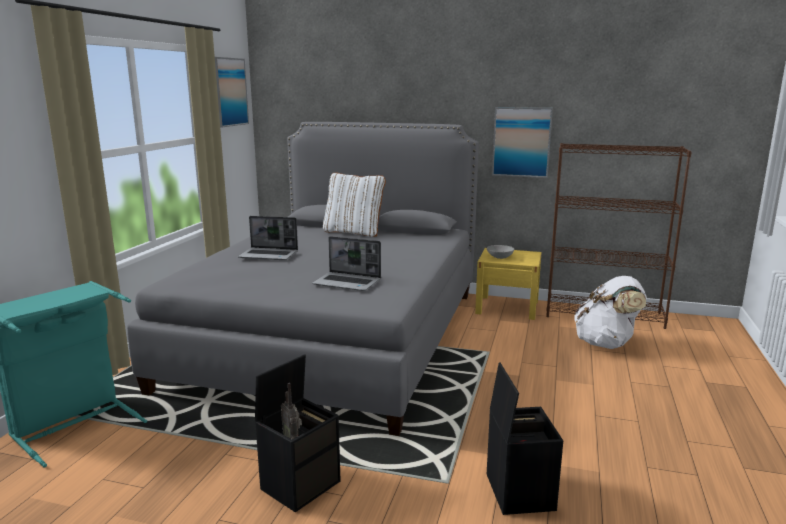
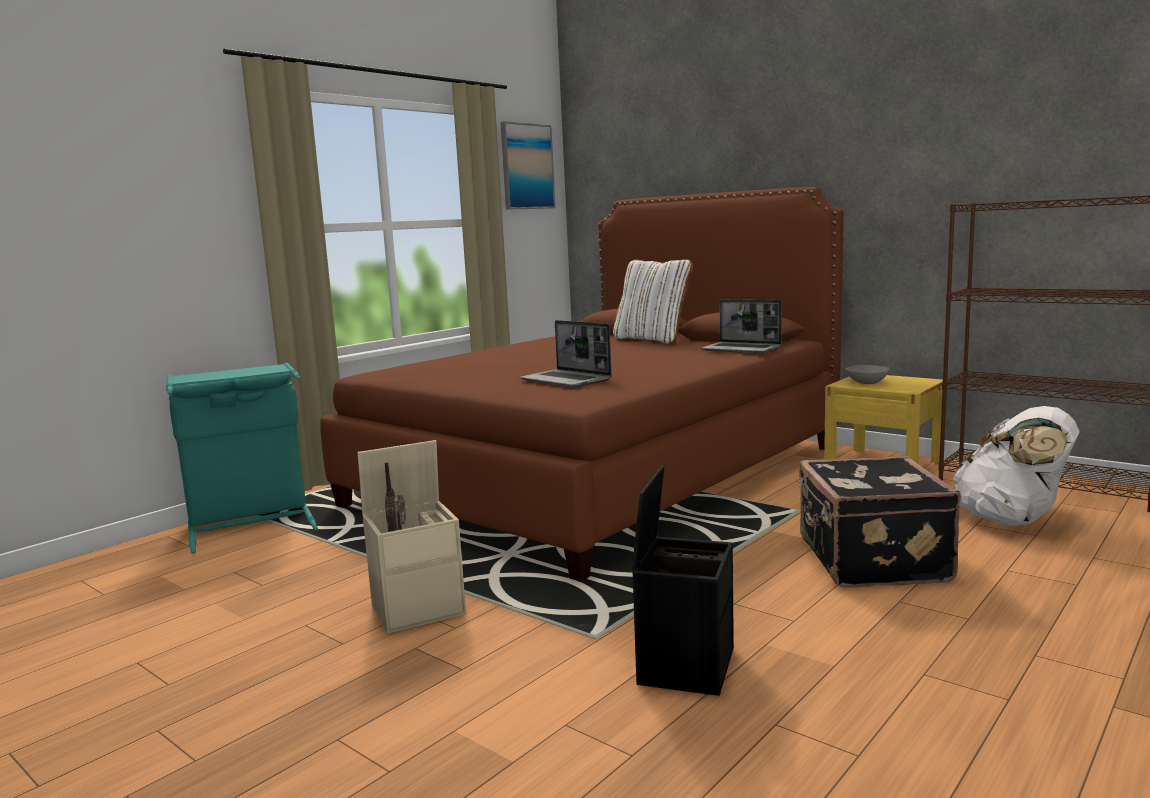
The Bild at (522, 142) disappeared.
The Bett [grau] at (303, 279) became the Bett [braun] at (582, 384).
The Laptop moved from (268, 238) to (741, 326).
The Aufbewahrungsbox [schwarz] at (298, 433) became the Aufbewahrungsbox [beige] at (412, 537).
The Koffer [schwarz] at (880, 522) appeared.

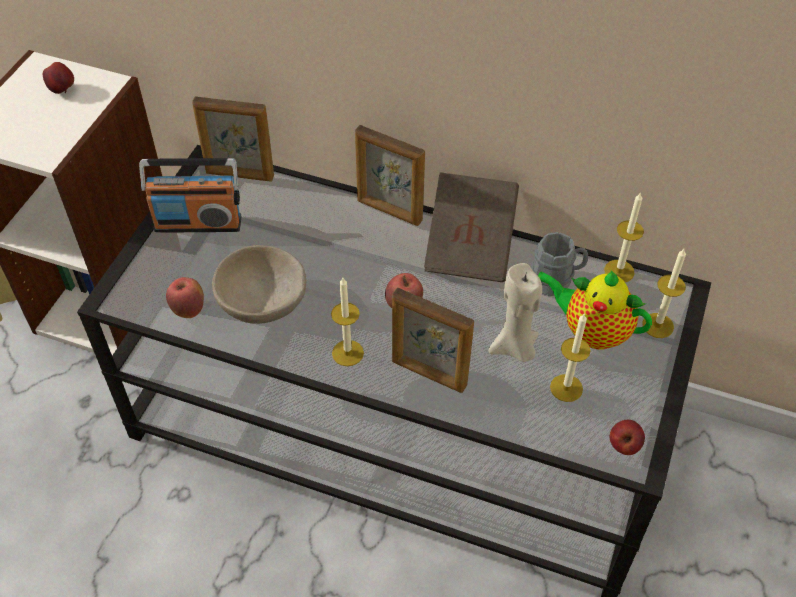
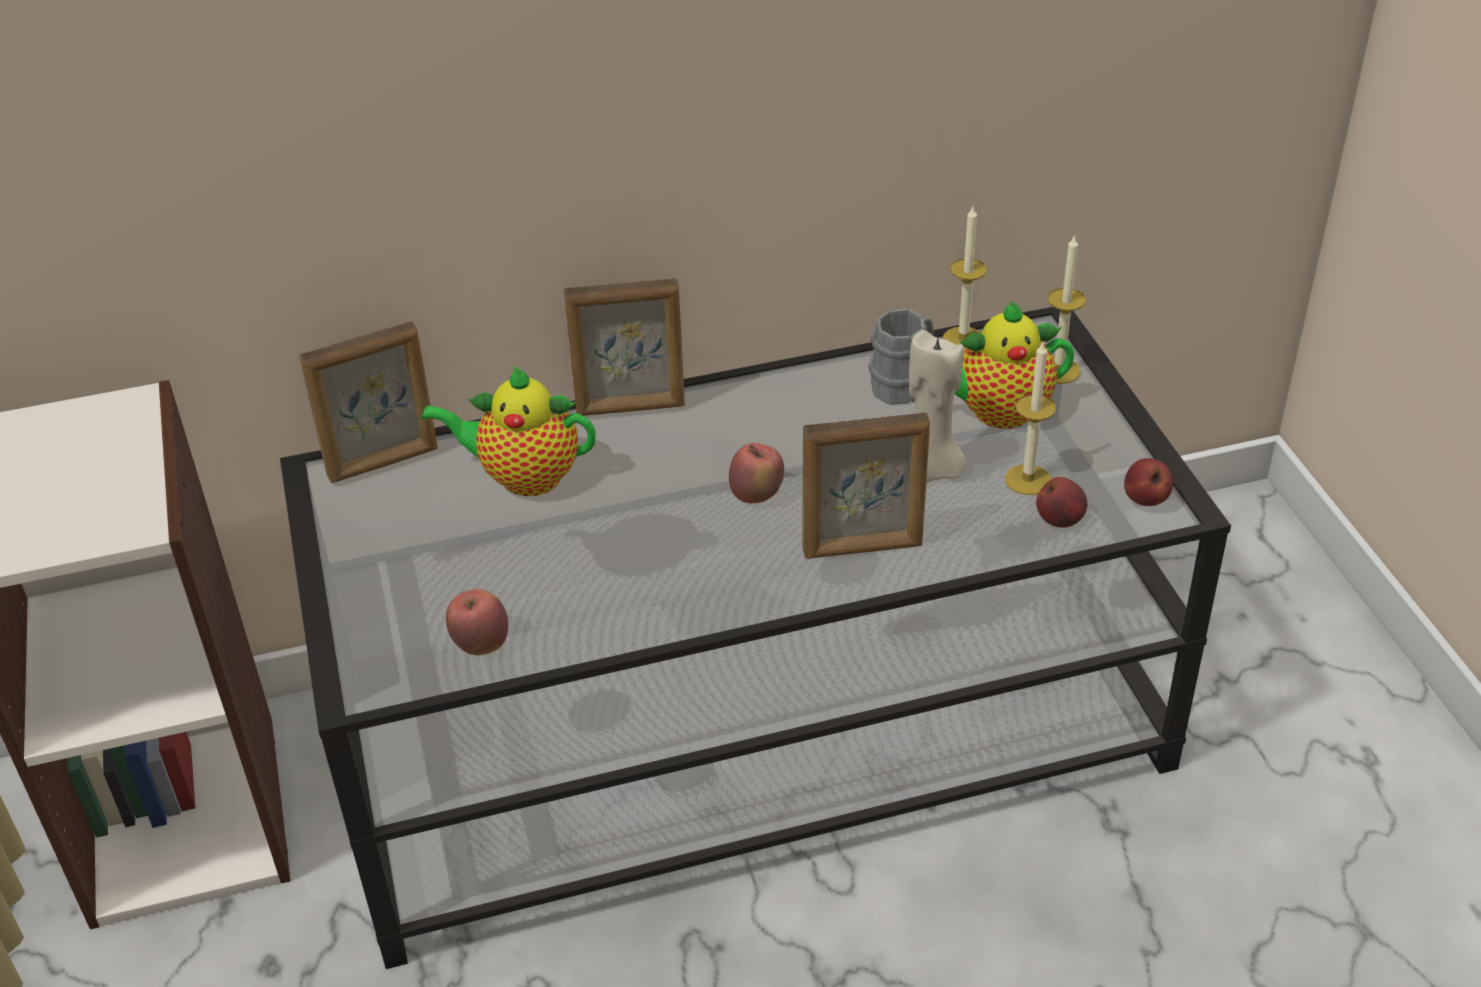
The Apfel moved from (58, 78) to (1061, 502).
The Radio at (190, 195) disappeared.
The Buch [braun] at (471, 227) disappeared.
The Schüssel [beige] at (259, 284) disappeared.
The Kerze at (347, 322) disappeared.
The Teekanne at (508, 431) appeared.

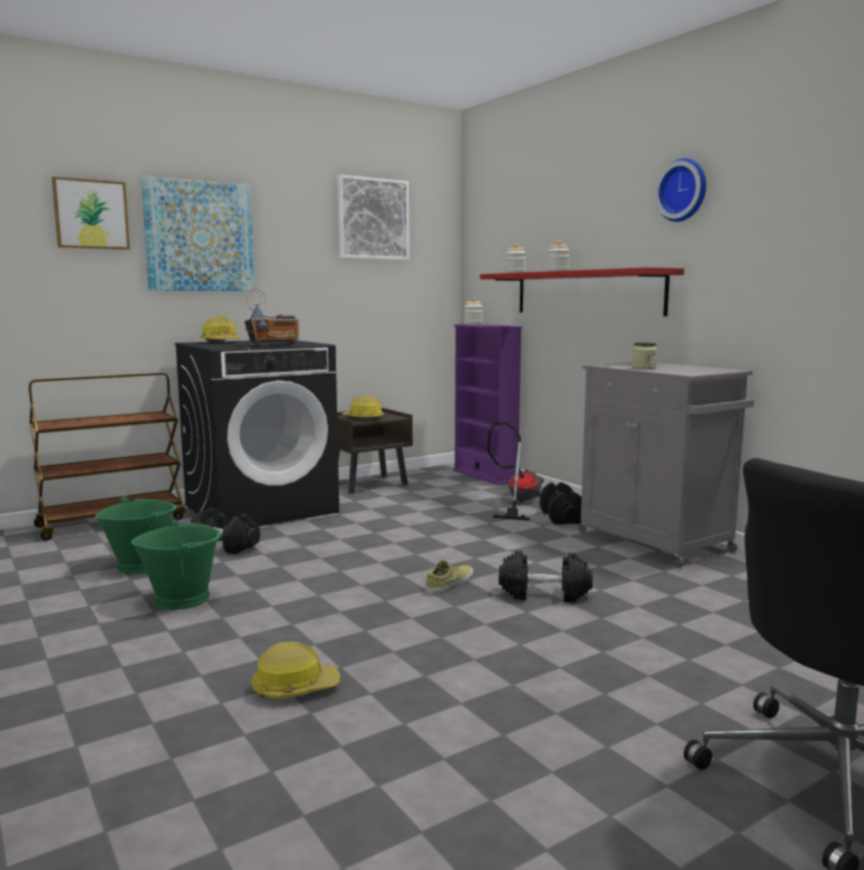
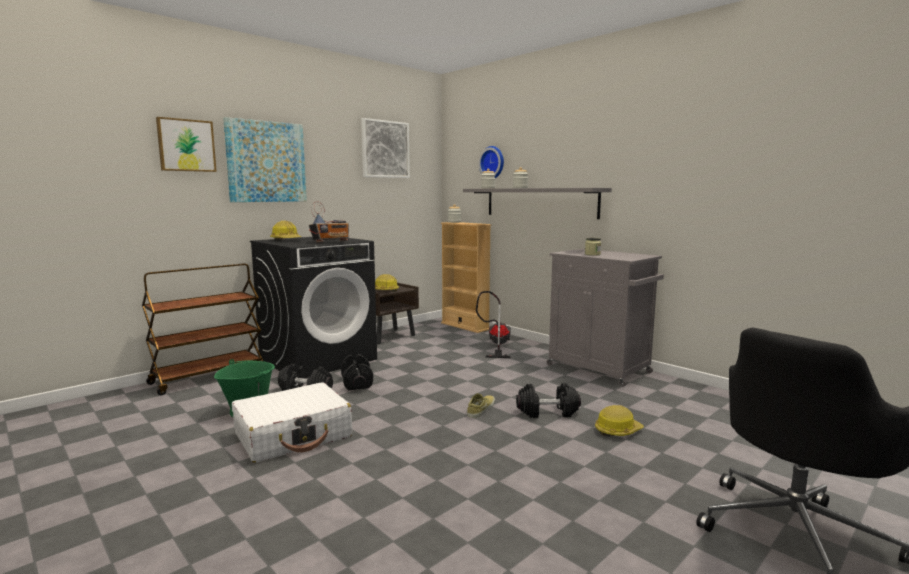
The Wanduhr moved from (680, 190) to (491, 162).
The Wandregal [rot] at (582, 291) became the Wandregal [grau] at (537, 203).
The Bücherregal [lila] at (487, 404) became the Bücherregal [beige] at (466, 277).
The Hantel [schwarz] moved from (561, 503) to (357, 372).
The Eimer [grün] at (176, 564) was replaced by the Koffer [weiß] at (292, 422).
The Schutzhelm moved from (295, 670) to (619, 421).

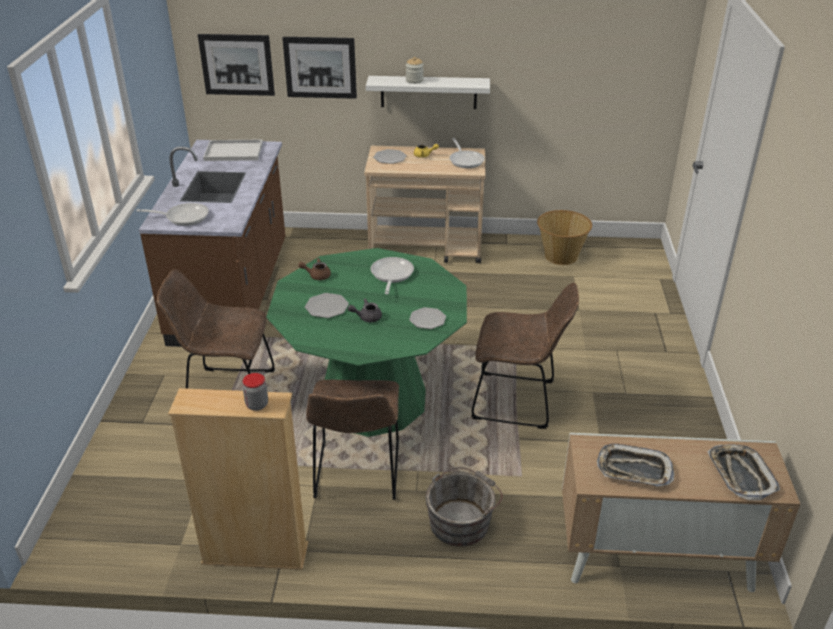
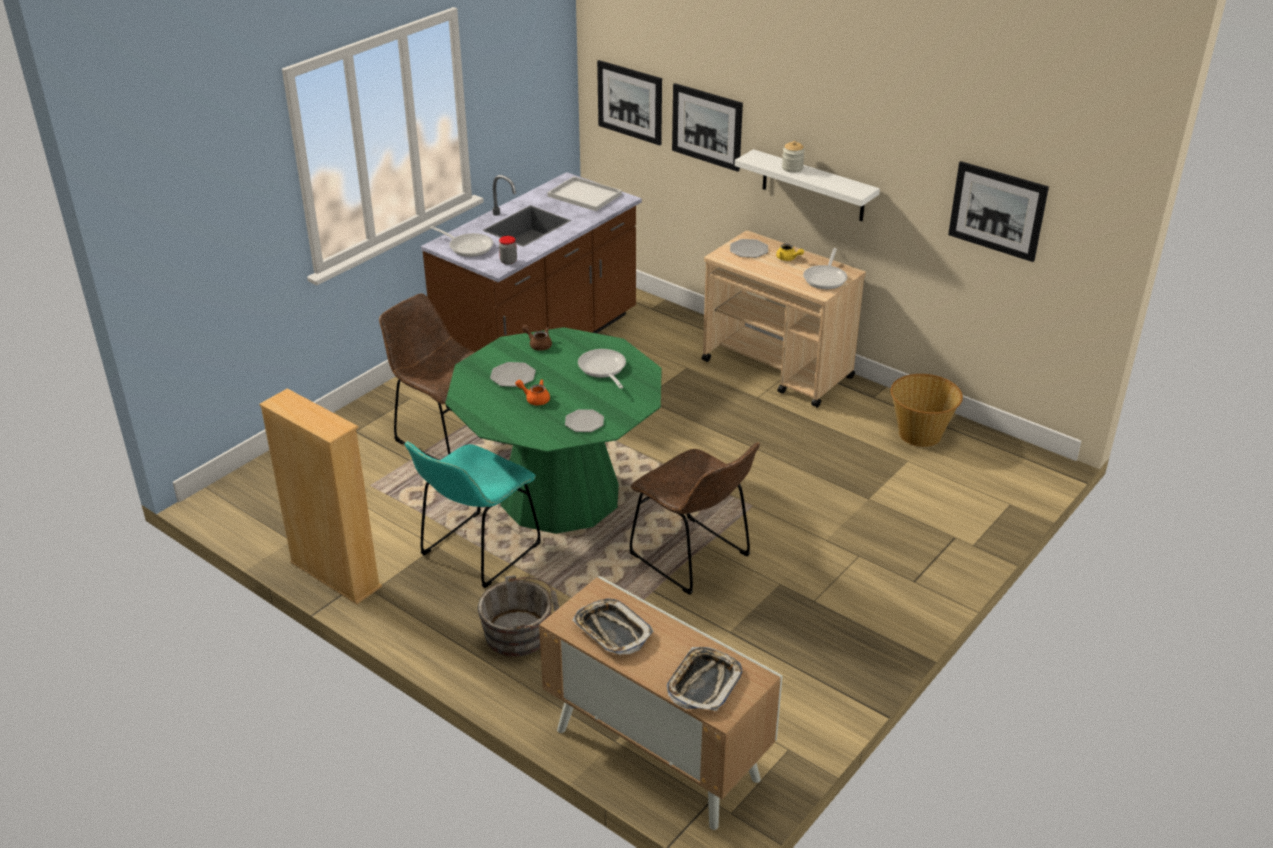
The Pfanne at (392, 275) turned 60 degrees counterclockwise.
The Teekanne [grau] at (365, 310) became the Teekanne [orange] at (532, 392).
The Vorratsglas moved from (255, 392) to (508, 250).
The Stuhl [braun] at (352, 440) became the Stuhl [türkis] at (473, 515).
The Bild at (998, 211) appeared.

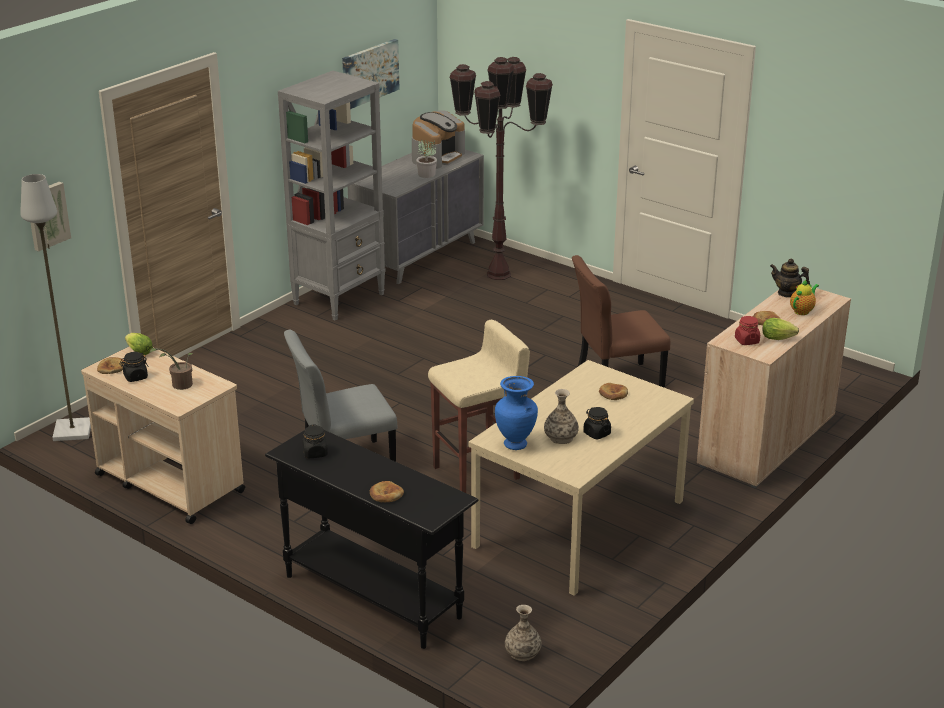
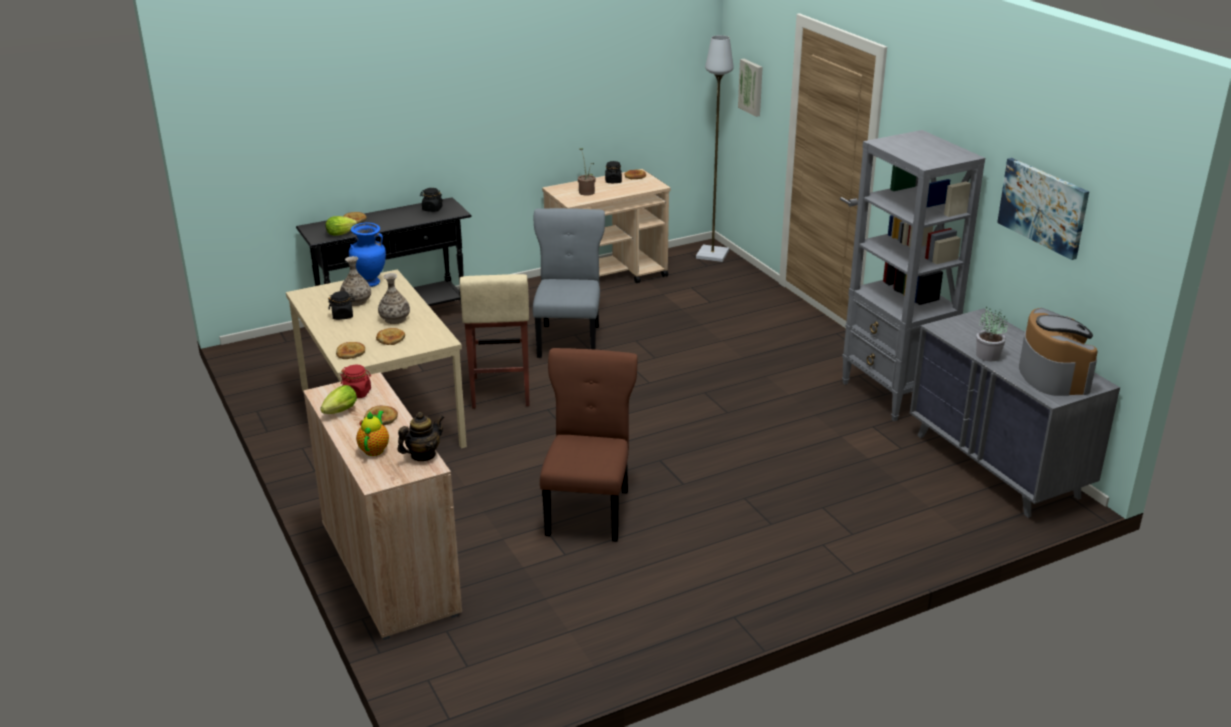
The Stehlampe [braun] at (501, 168) disappeared.
The Kaffeemaschine at (438, 139) turned 150 degrees counterclockwise.
The Teekanne at (804, 297) turned 150 degrees counterclockwise.
The Salatkopf moved from (139, 344) to (341, 226).
The Vase moved from (523, 633) to (394, 298).
The Brot at (350, 350) appeared.

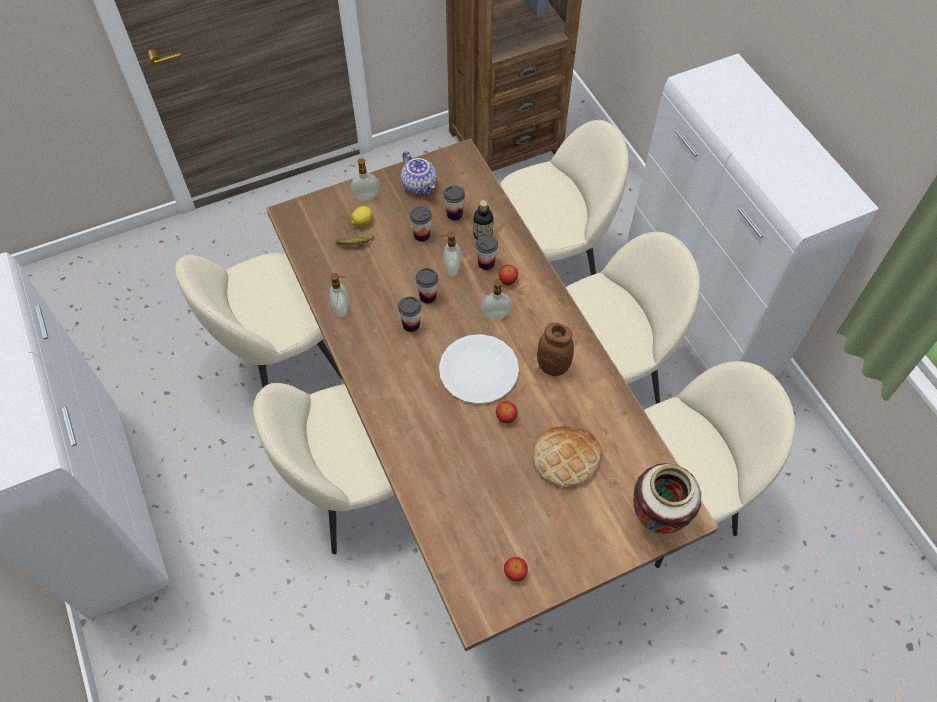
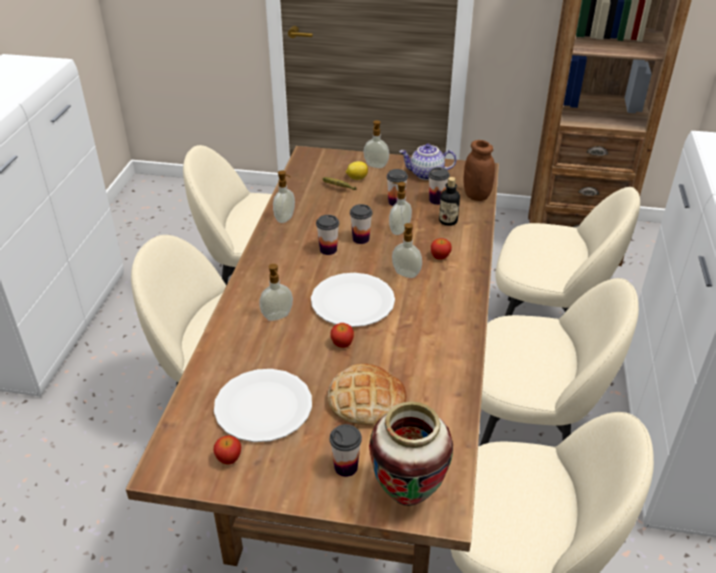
The Teekanne at (419, 173) turned 90 degrees clockwise.
The Tasse moved from (487, 252) to (346, 450).
The Vorratsglas [braun] moved from (555, 349) to (479, 170).
The Seifenspender at (276, 292) appeared.
The Teller [weiß] at (263, 405) appeared.

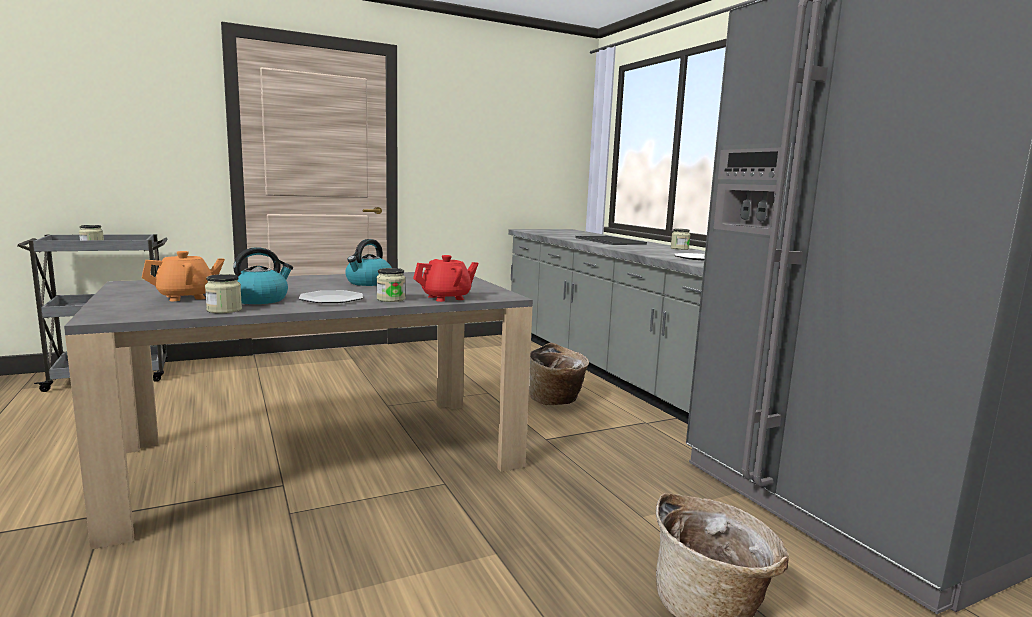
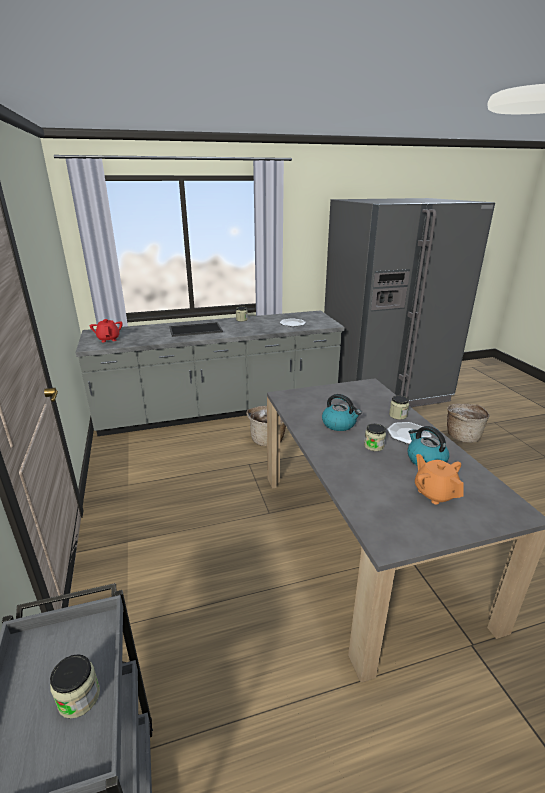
The Teekanne [rot] moved from (445, 278) to (106, 330).
The Vorratsglas moved from (223, 293) to (375, 437).

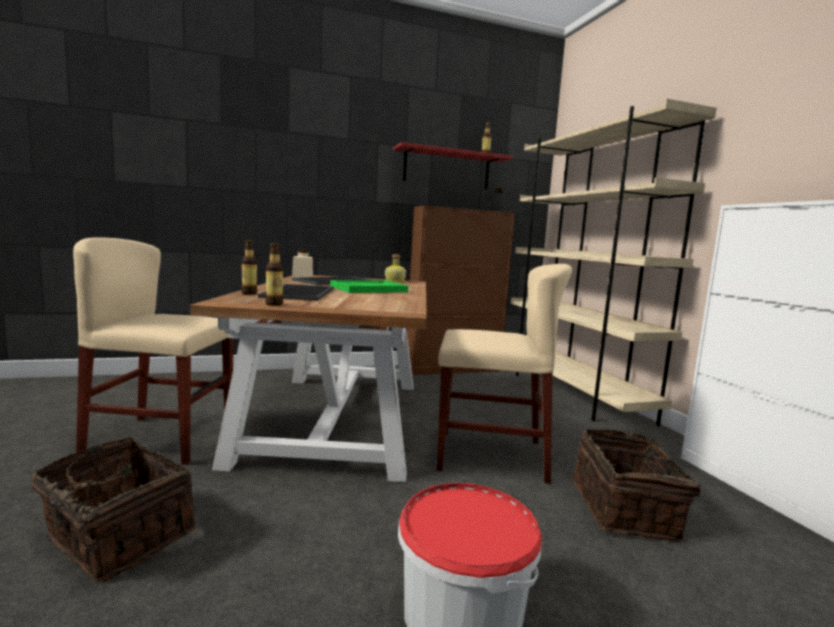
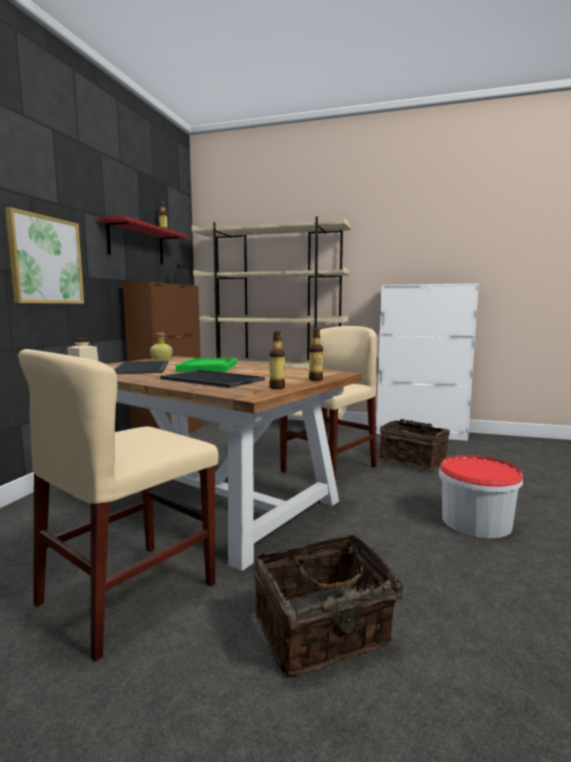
The Flasche moved from (249, 267) to (316, 354).
The Bild at (44, 255) appeared.

